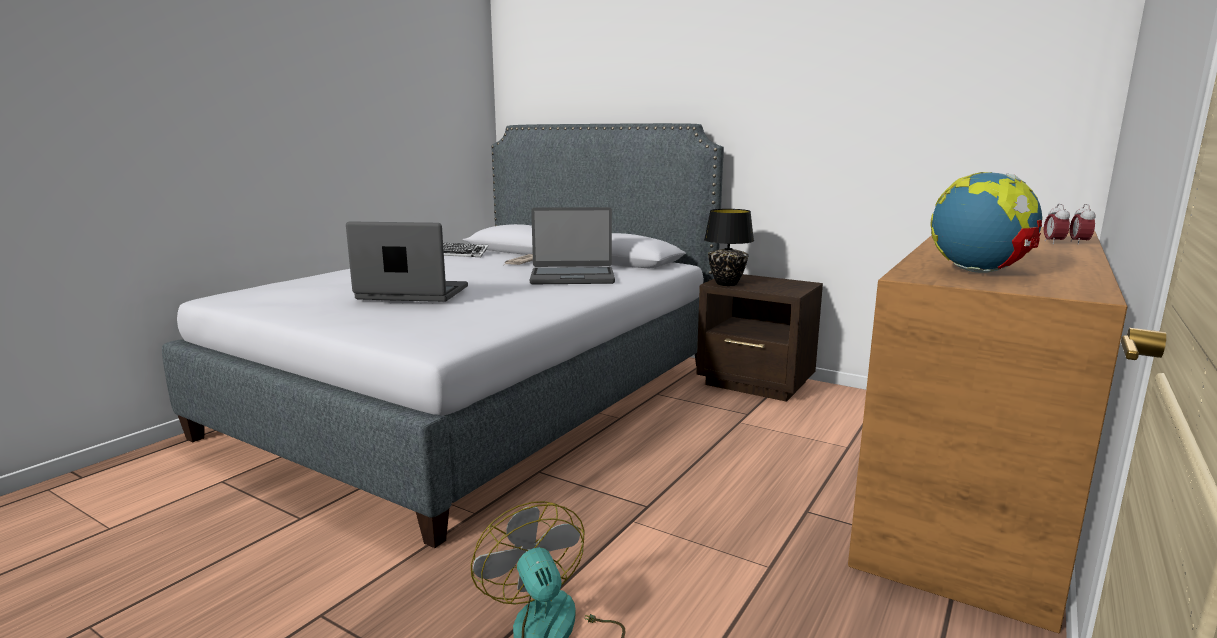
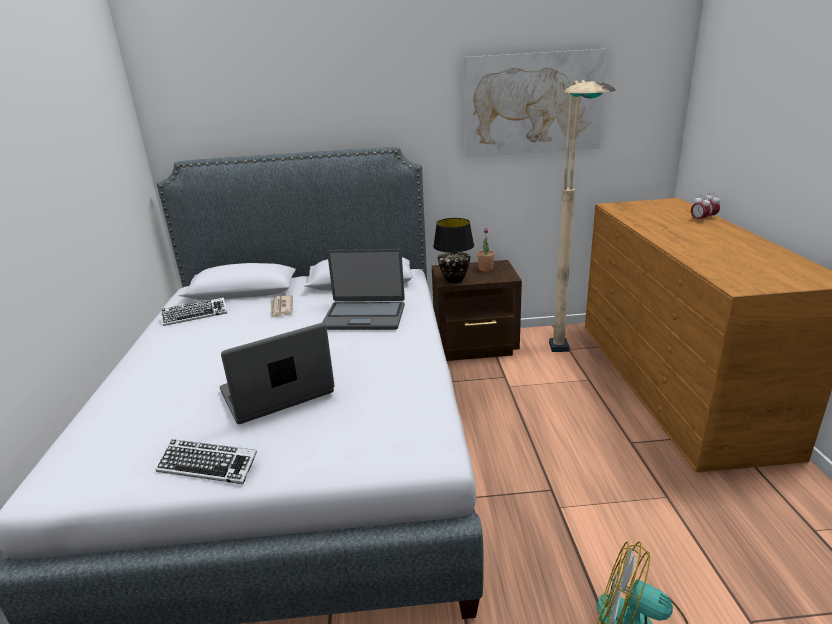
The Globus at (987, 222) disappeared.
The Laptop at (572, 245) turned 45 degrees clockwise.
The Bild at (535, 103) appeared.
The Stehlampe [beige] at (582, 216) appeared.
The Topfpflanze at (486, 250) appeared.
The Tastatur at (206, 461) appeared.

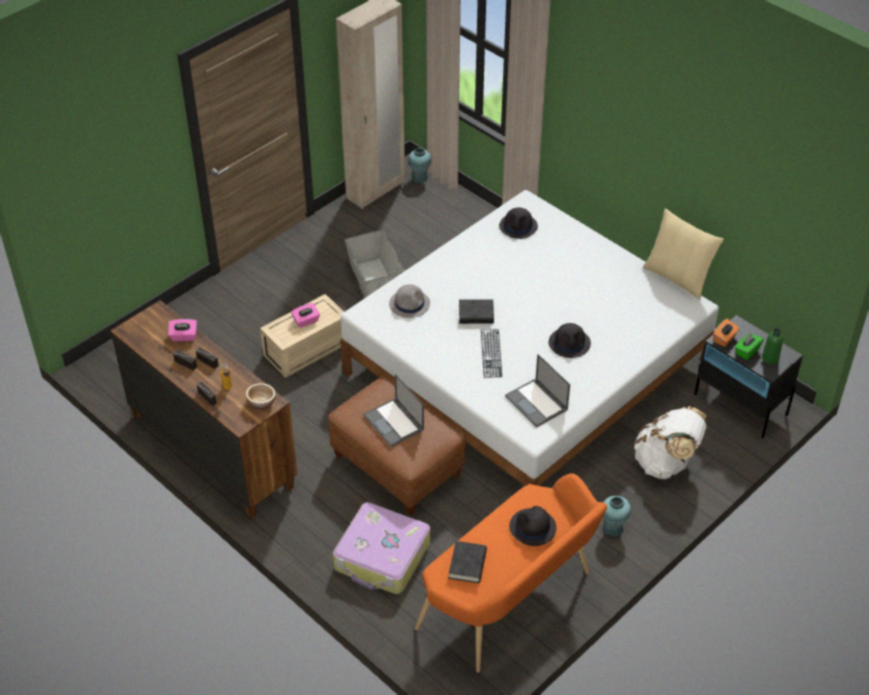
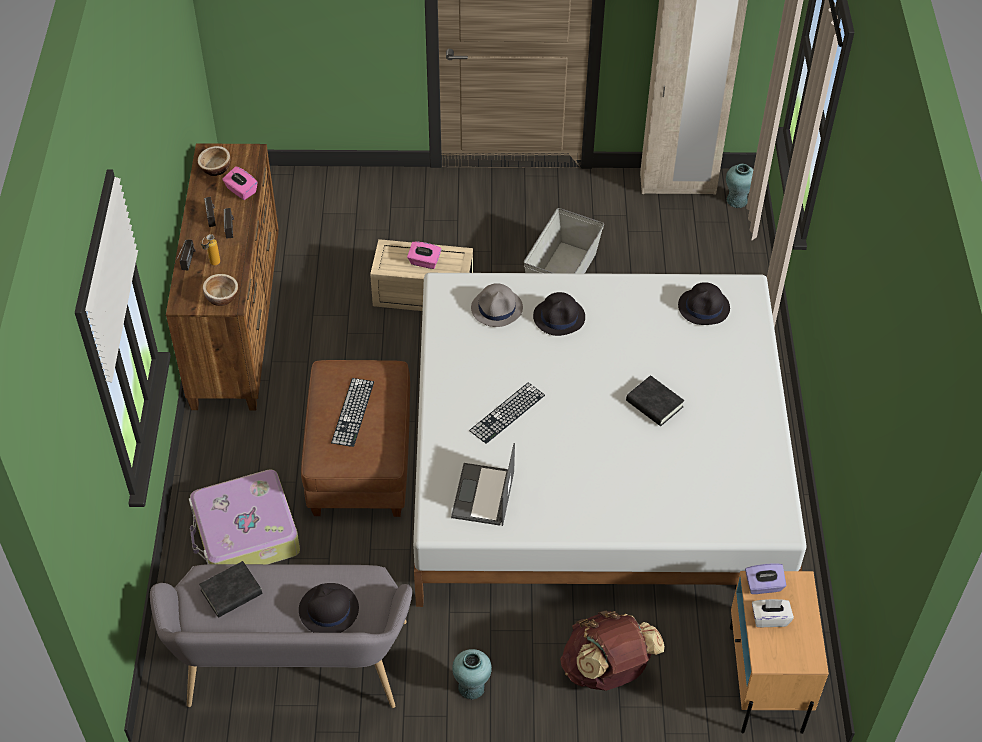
The Kissen [beige] at (683, 254) disappeared.
The Buch [schwarz] moved from (476, 311) to (655, 400).
The Nachttisch [schwarz] at (748, 376) became the Nachttisch [beige] at (779, 652).
The Taschentuchbox [orange] at (726, 333) became the Taschentuchbox [lila] at (765, 578).
The Hut [schwarz] moved from (570, 340) to (559, 314).
The Flasche [grün] at (772, 346) disappeared.
The Taschentuchbox [grün] at (749, 346) became the Taschentuchbox [weiß] at (773, 613).
The Laptop at (393, 410) was replaced by the Tastatur at (352, 412).
The Rucksack [weiß] at (670, 442) became the Rucksack [braun] at (612, 651).
The Bank [orange] at (511, 573) became the Bank [grau] at (281, 636).
The Schüssel at (213, 161) appeared.

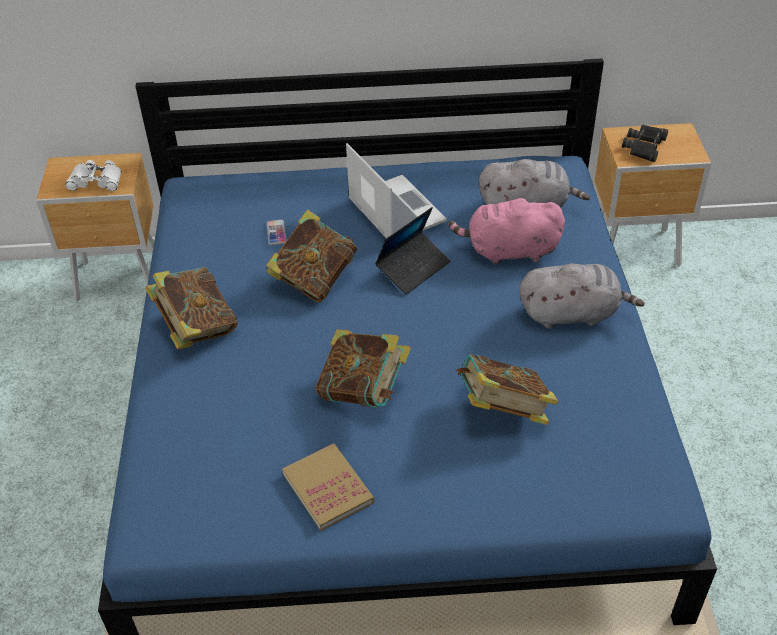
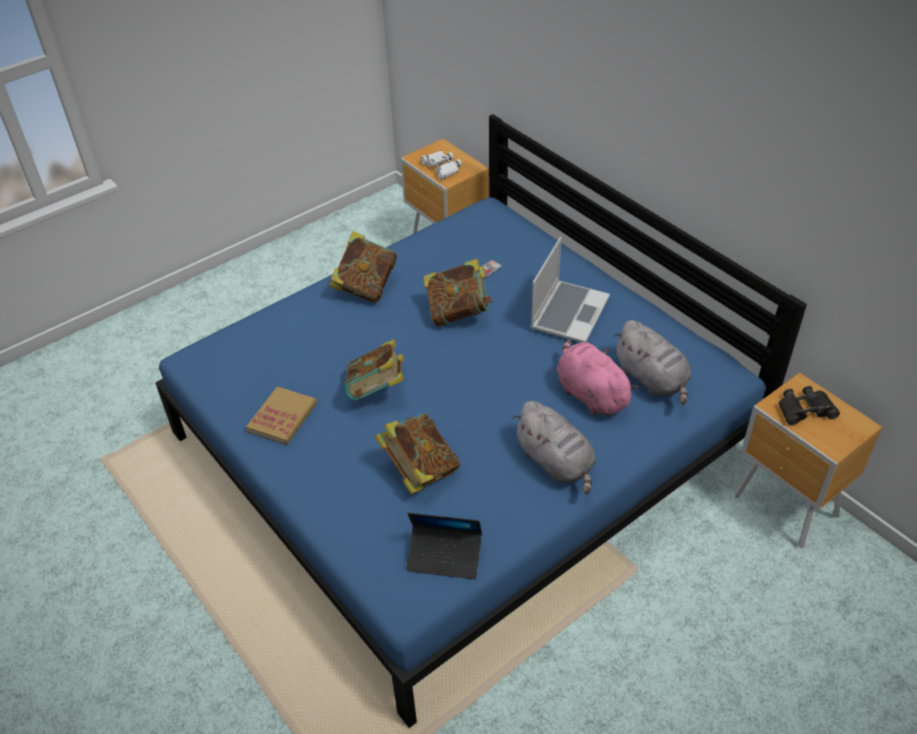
The Laptop moved from (413, 251) to (444, 546).

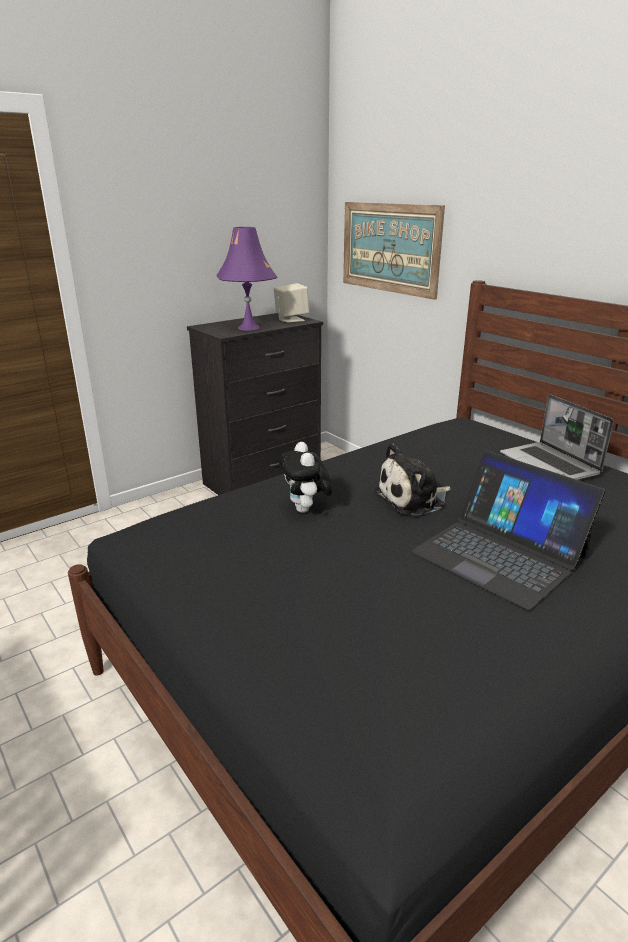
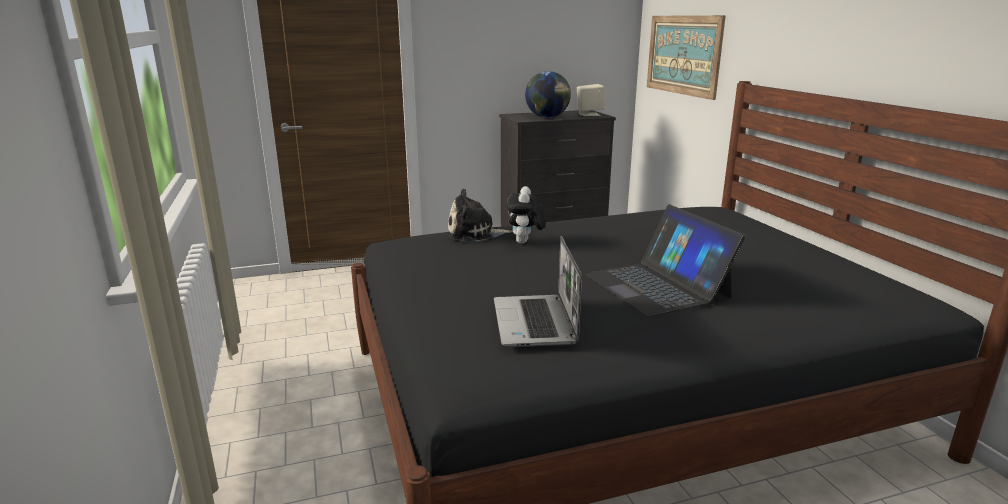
The Tischlampe [lila] at (246, 279) was replaced by the Globus at (548, 94).
The Laptop moved from (557, 437) to (538, 291).
The Plüschtier moved from (412, 480) to (480, 215).

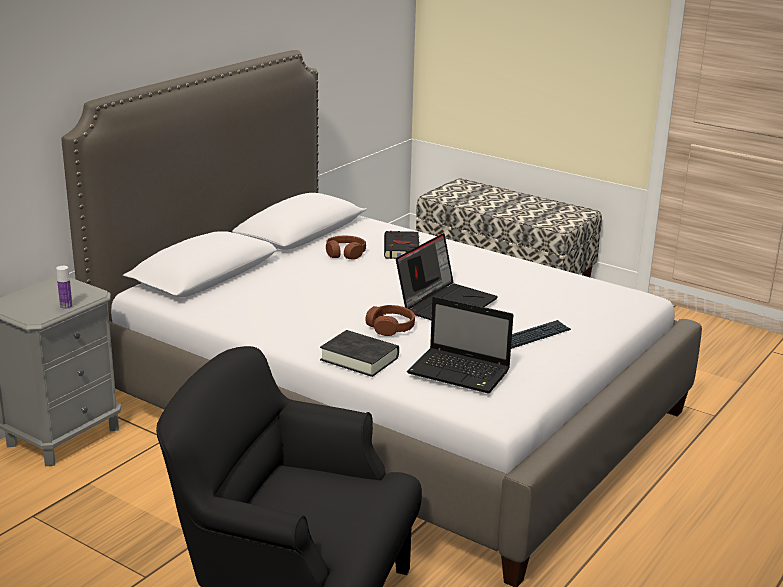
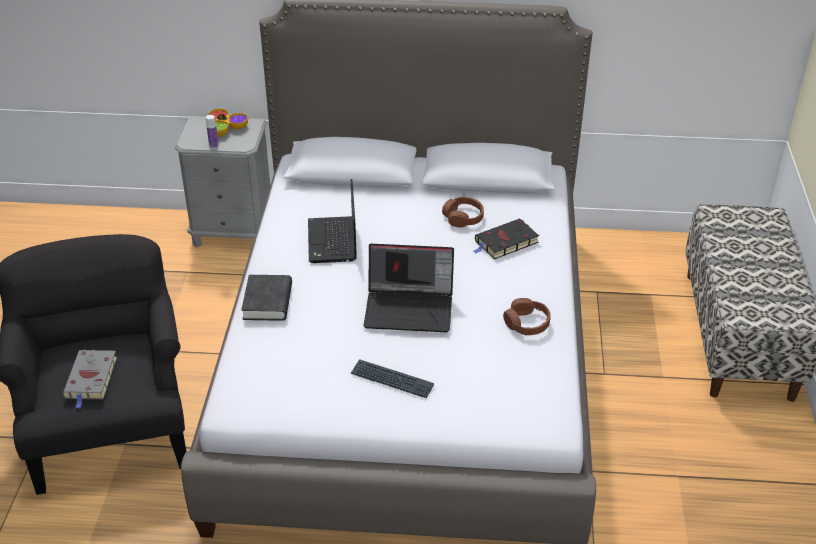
The Laptop moved from (460, 345) to (332, 221).
The Kopfhörer [braun] moved from (390, 320) to (527, 316).
The Schüssel at (228, 123) appeared.
The Buch [grau] at (90, 379) appeared.

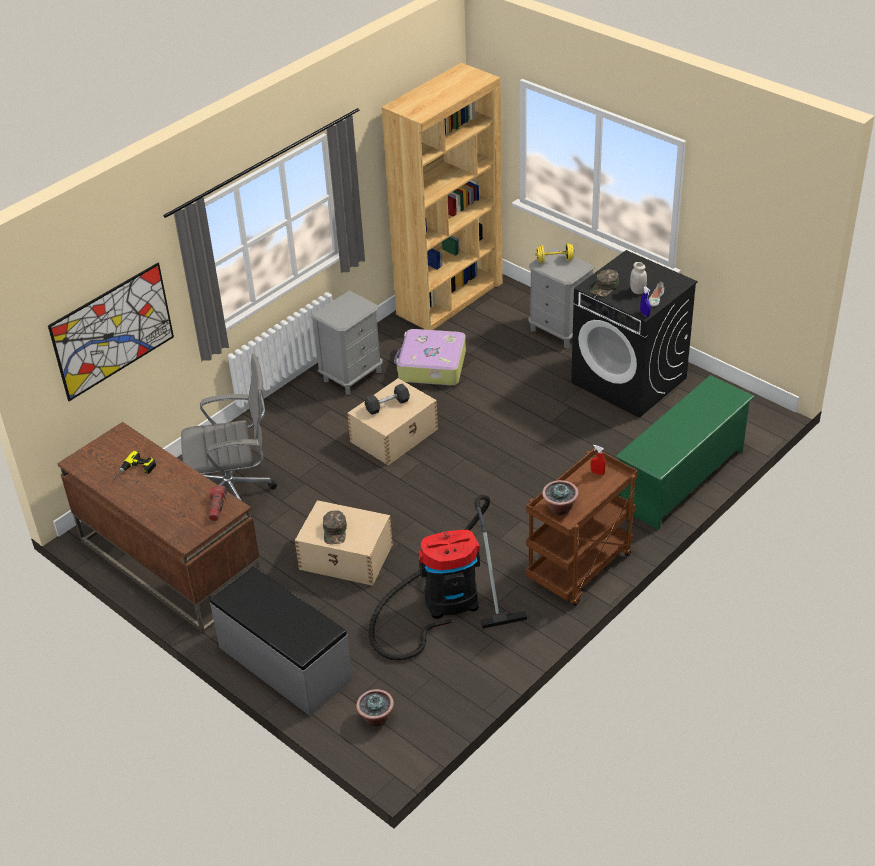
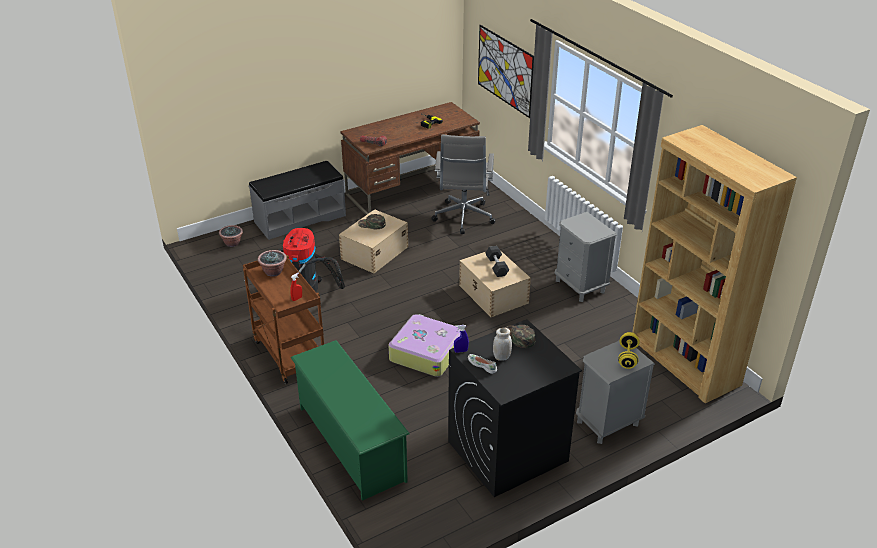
The Koffer moved from (430, 357) to (425, 345).

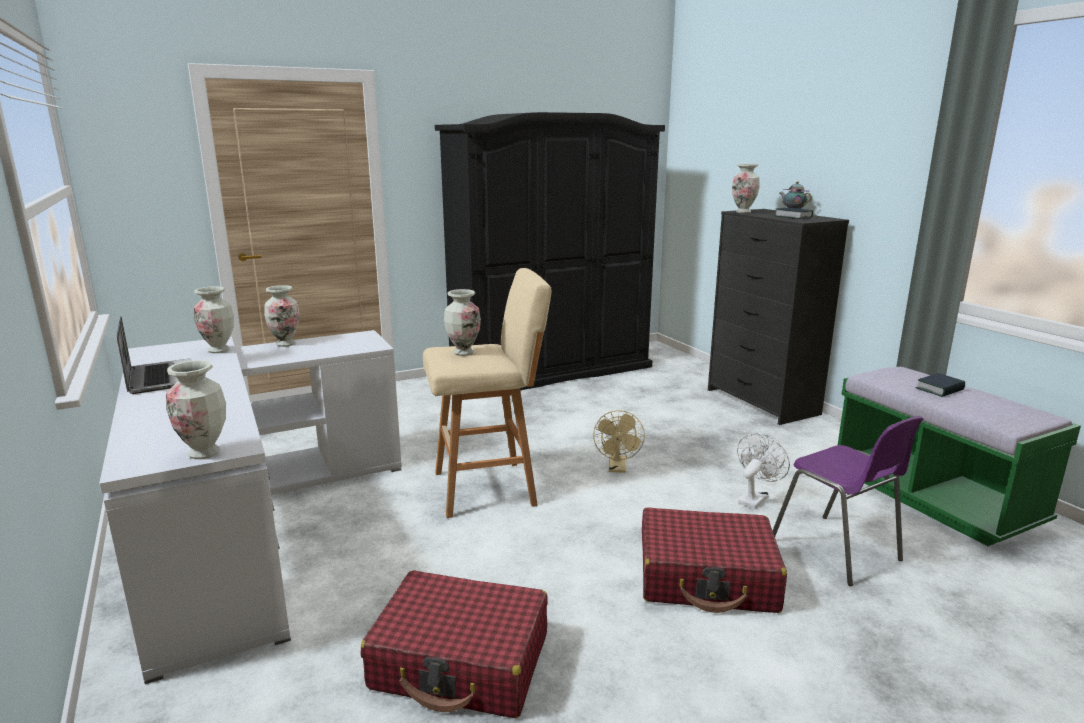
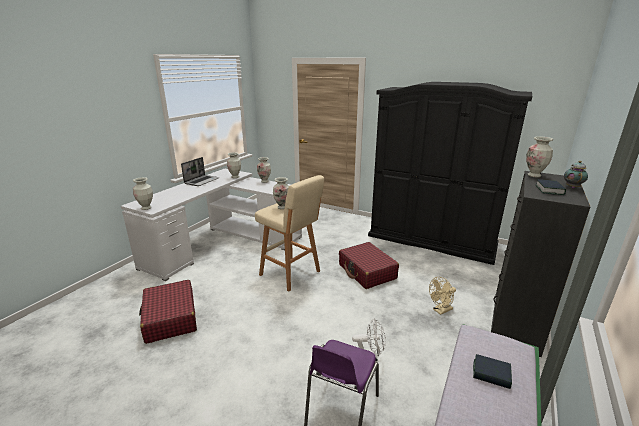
The Ventilator [beige] moved from (619, 441) to (442, 296).
The Koffer [rot] moved from (714, 560) to (369, 265).

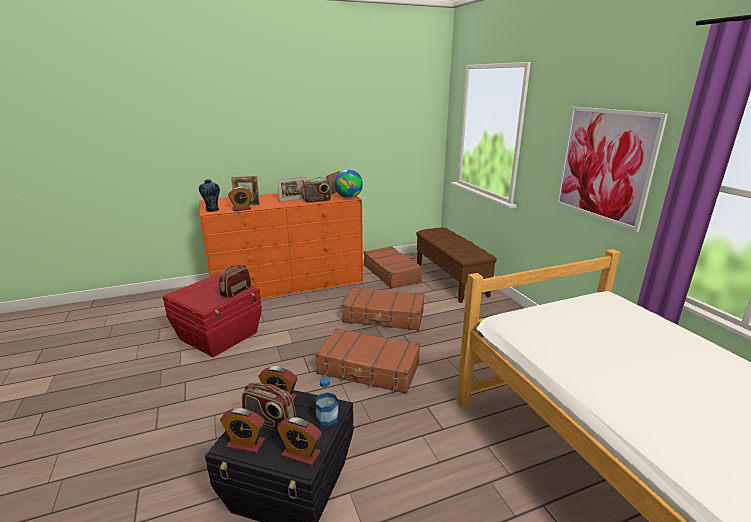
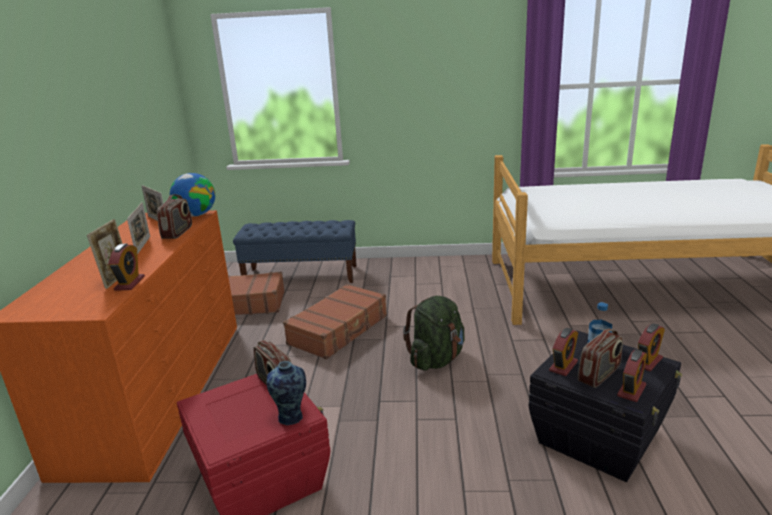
The Bild at (612, 169) disappeared.
The Vase moved from (209, 195) to (286, 393).
The Bank [braun] at (456, 265) became the Bank [blau] at (295, 251).
The Koffer [braun] at (368, 361) was replaced by the Rucksack [grün] at (434, 333).

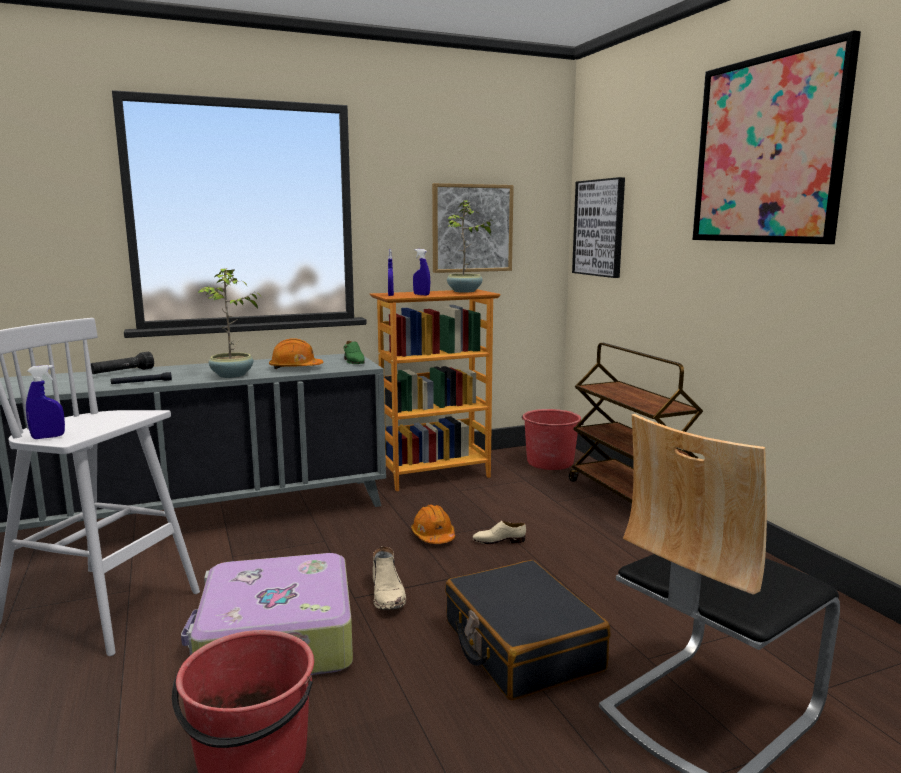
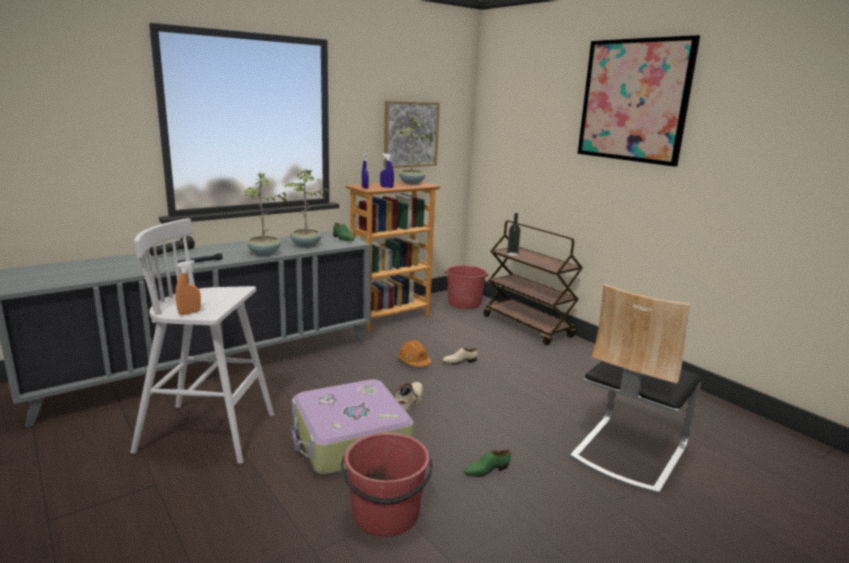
The Bild at (598, 227) disappeared.
The Schutzhelm [orange] at (296, 353) was replaced by the Topfpflanze at (307, 209).
The Sprühflasche [blau] at (45, 402) became the Sprühflasche [orange] at (188, 287).
The Stiefel [beige] at (389, 578) turned 135 degrees counterclockwise.
The Koffer [schwarz] at (527, 630) disappeared.
The Flasche at (514, 234) appeared.
The Schuh [grün] at (487, 463) appeared.

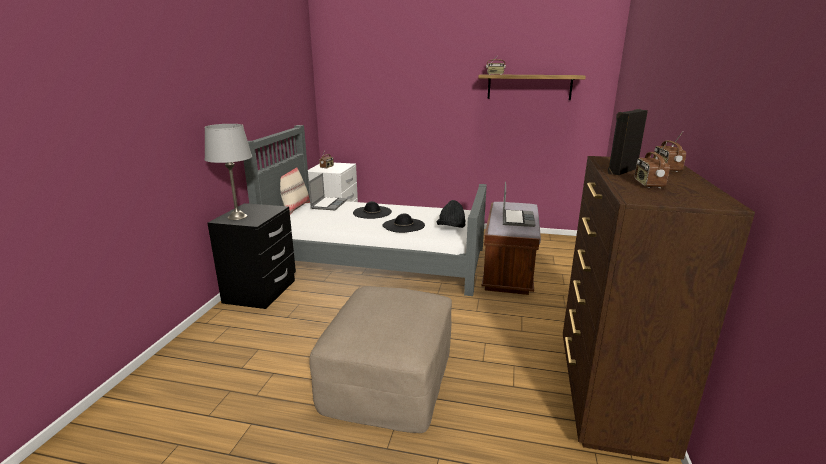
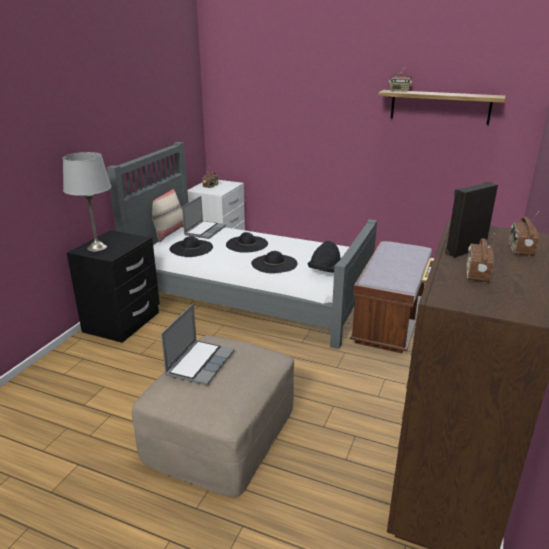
The Laptop moved from (519, 204) to (198, 344).
The Hut [schwarz] at (191, 246) appeared.

